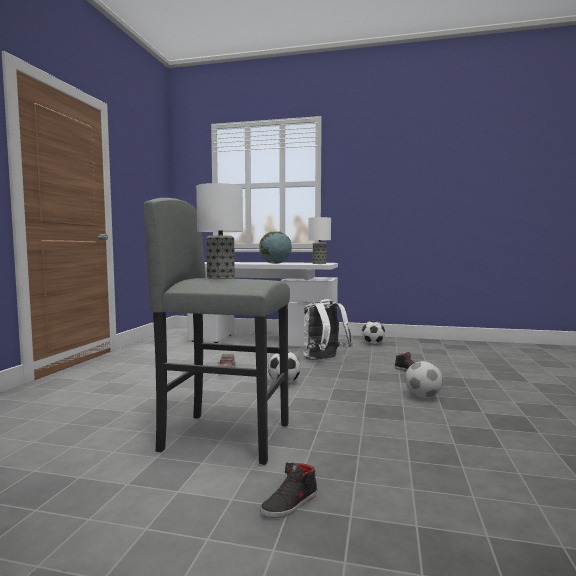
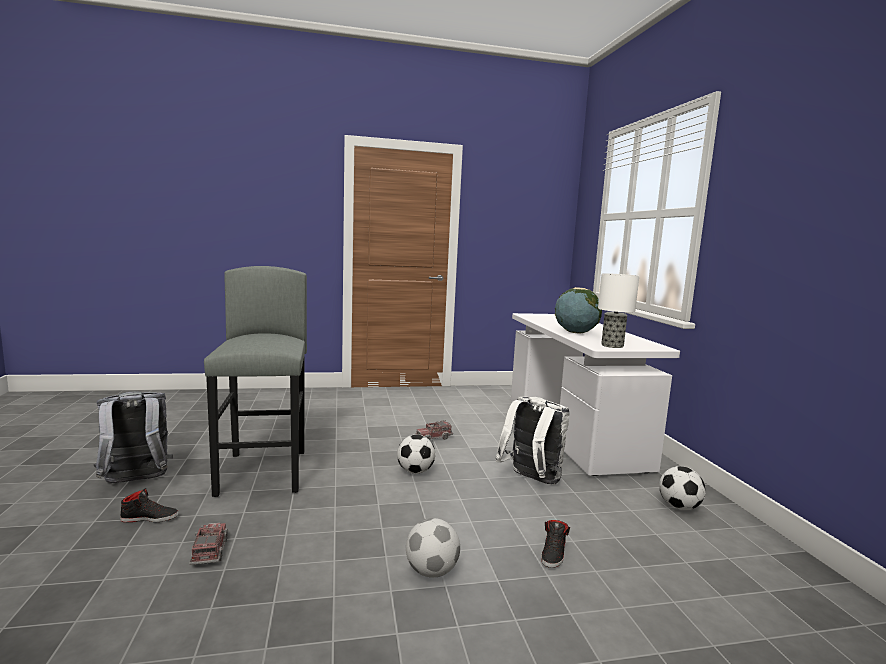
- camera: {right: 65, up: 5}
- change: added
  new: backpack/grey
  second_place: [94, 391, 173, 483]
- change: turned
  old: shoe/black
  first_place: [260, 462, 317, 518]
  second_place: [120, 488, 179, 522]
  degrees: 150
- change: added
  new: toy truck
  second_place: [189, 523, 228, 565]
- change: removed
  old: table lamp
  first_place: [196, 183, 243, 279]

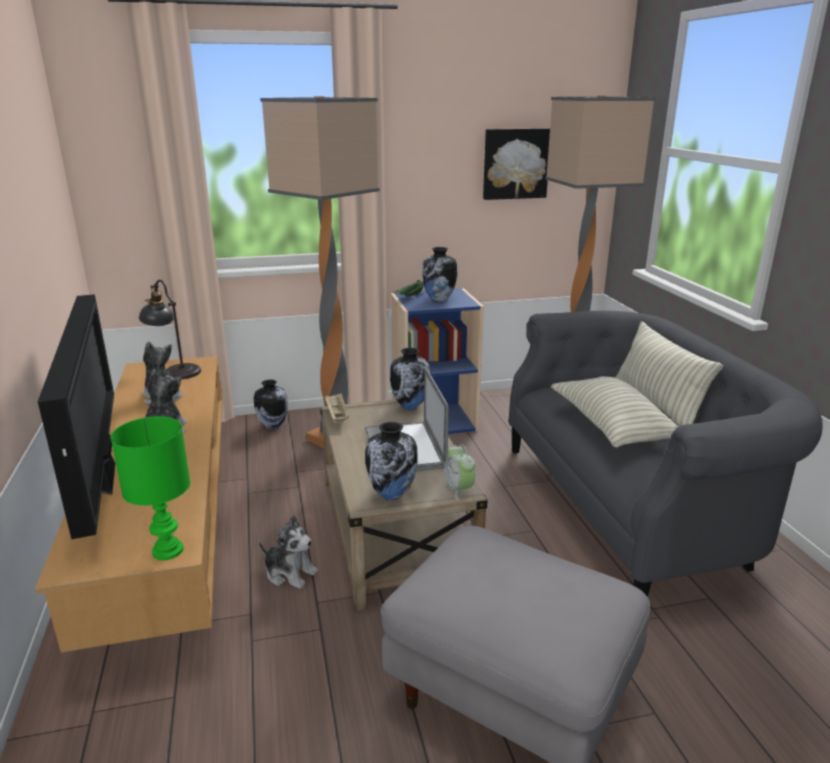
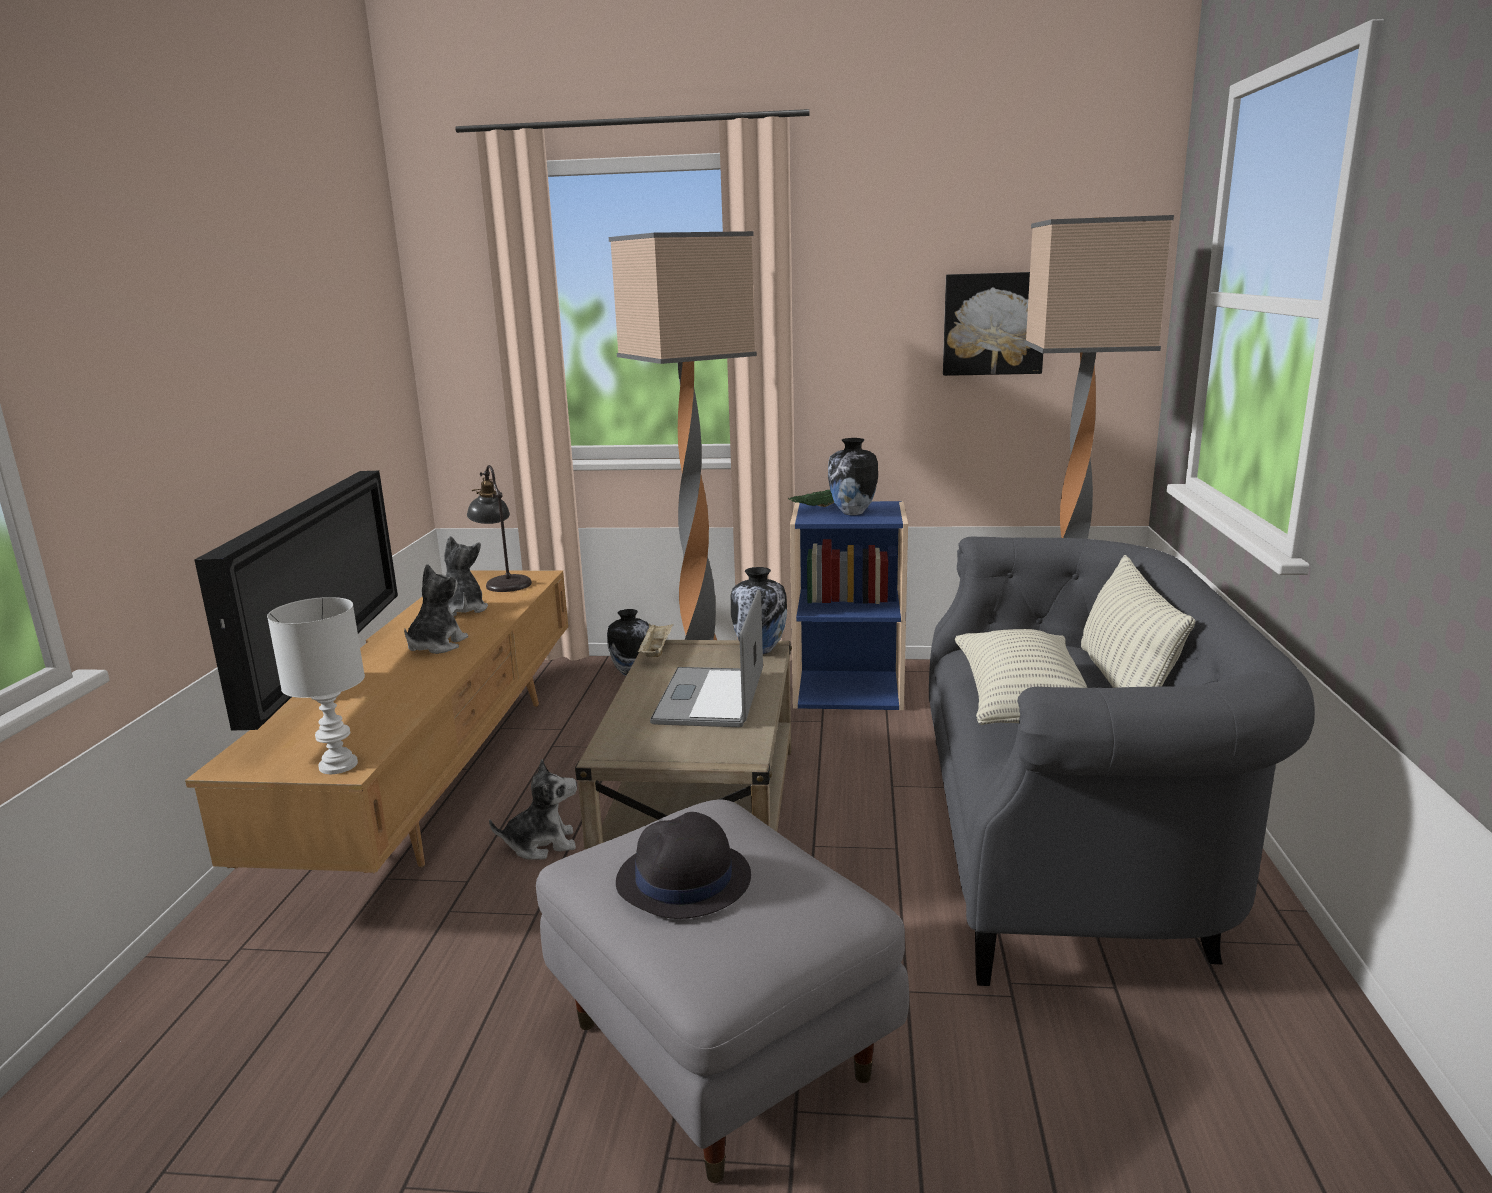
- camera: {right: 20, up: -5}
- change: recoloured
  old: table lamp/green
  new: table lamp/white
  first_place: [110, 416, 190, 560]
  second_place: [267, 597, 365, 774]
- change: turned
  old: plush toy
  first_place: [259, 515, 318, 589]
  second_place: [489, 759, 577, 860]
  degrees: -60
- change: added
  new: hat/black
  second_place: [616, 812, 751, 919]
- change: removed
  old: vase
  first_place: [365, 422, 418, 500]
- change: removed
  old: alarm clock
  first_place: [444, 444, 475, 501]

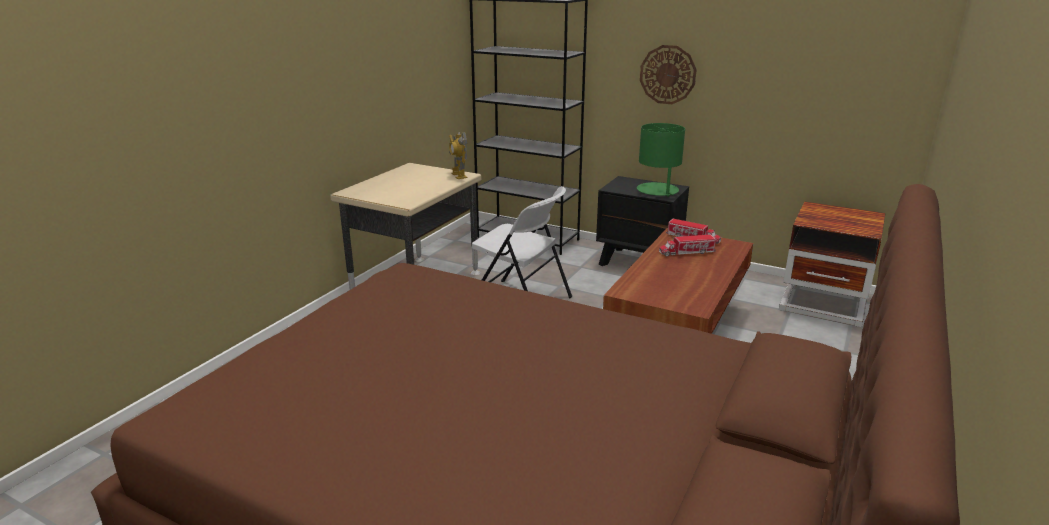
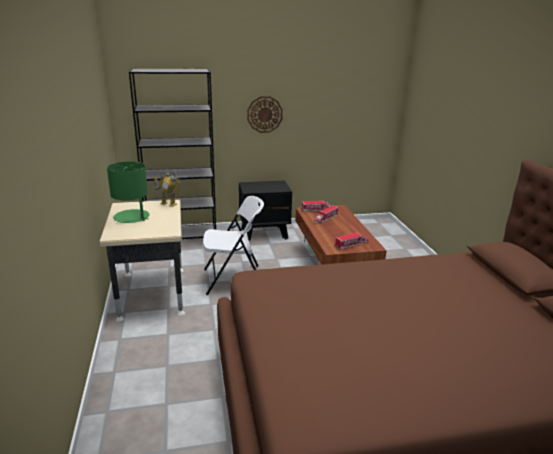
- camera: {right: -40, up: 0}
- change: moved
  old: table lamp/green
  first_place: [637, 123, 685, 197]
  second_place: [107, 161, 150, 223]
- change: added
  new: toy truck
  second_place: [335, 232, 368, 249]
- change: removed
  old: nightstand
  first_place: [779, 201, 885, 327]

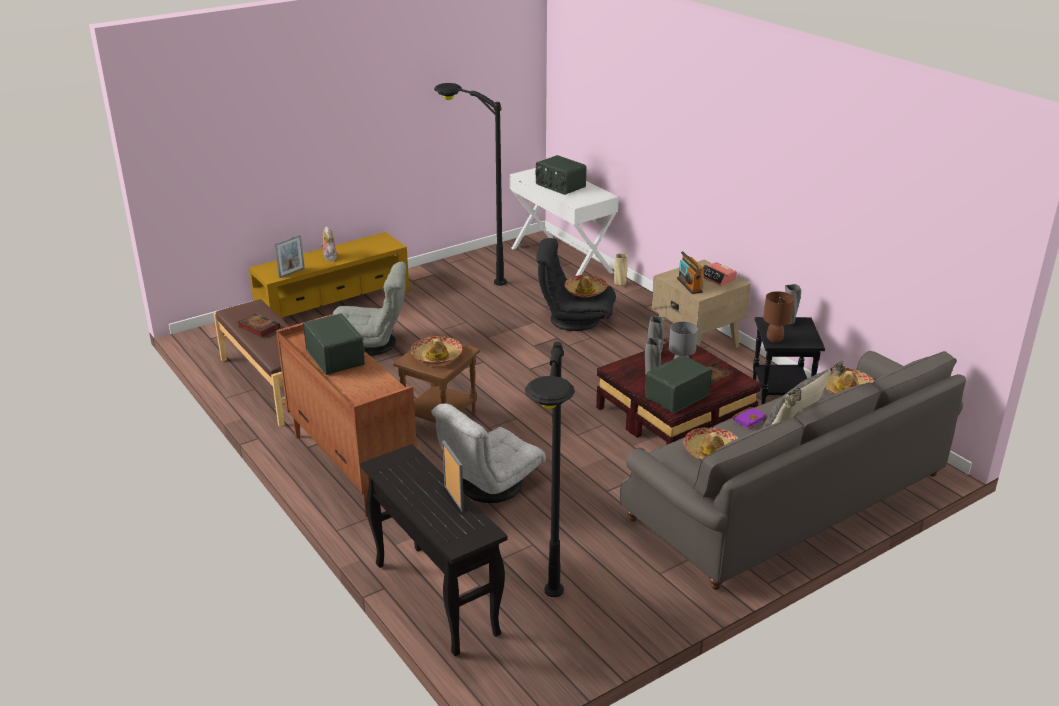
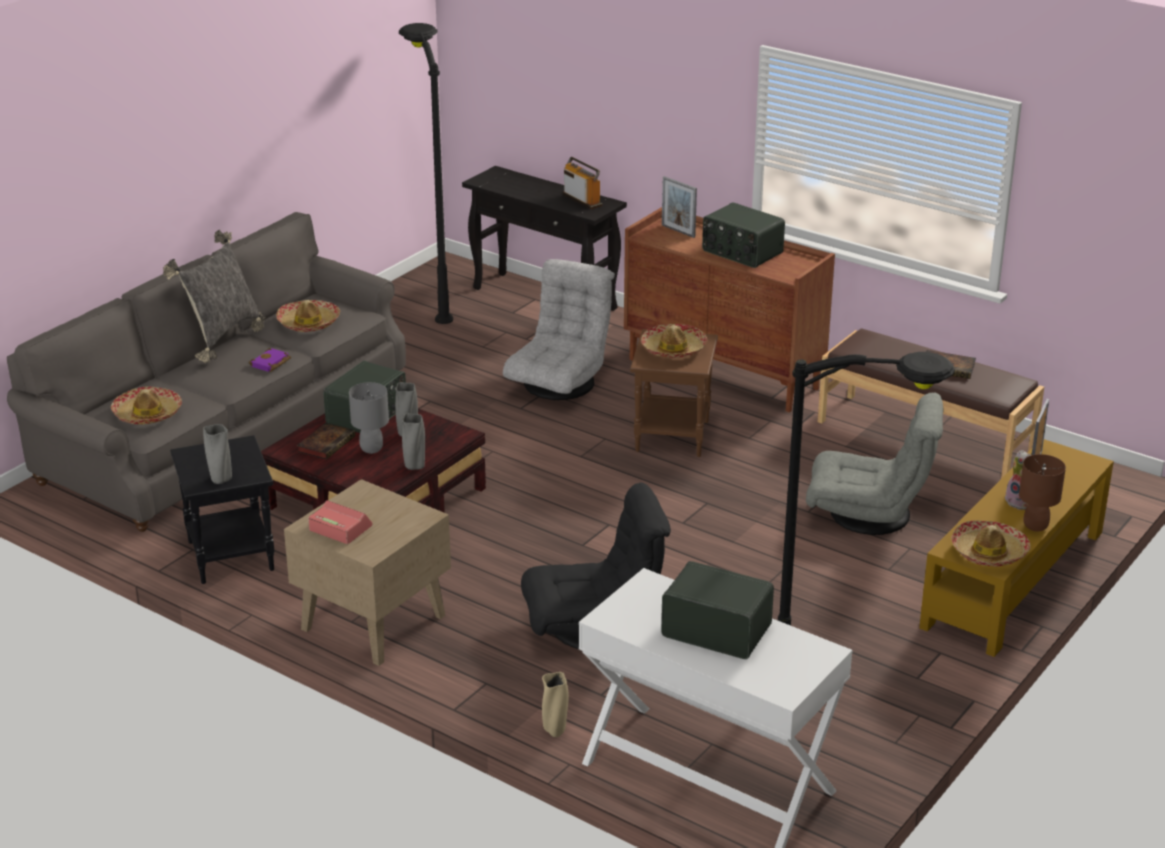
- camera: {right: 160, up: 0}
- change: moved
  old: radio
  first_place: [677, 251, 704, 294]
  second_place: [562, 157, 603, 209]
- change: moved
  old: picture frame
  first_place: [442, 440, 464, 512]
  second_place: [662, 176, 697, 238]
- change: turned
  old: armchair/grey
  first_place: [332, 262, 406, 356]
  second_place: [806, 392, 943, 535]
  degrees: -150
- change: moved
  old: hat
  first_place: [564, 275, 608, 297]
  second_place: [951, 520, 1030, 566]
- change: moved
  old: table lamp/brown
  first_place: [763, 291, 794, 343]
  second_place: [1019, 454, 1066, 532]

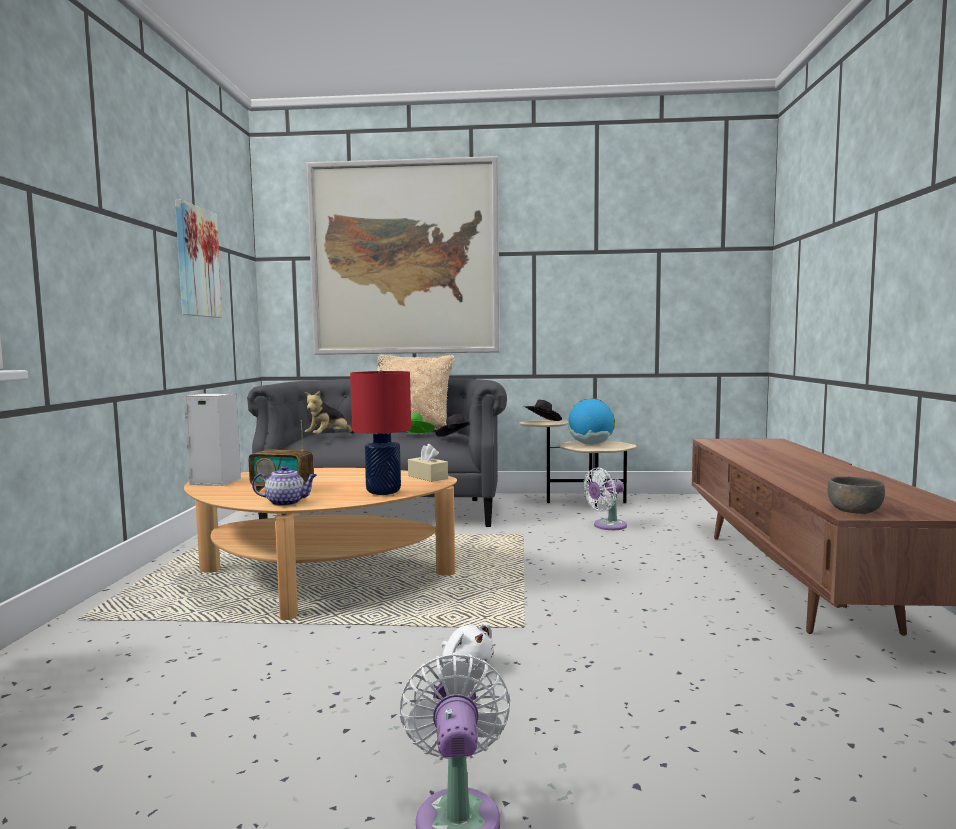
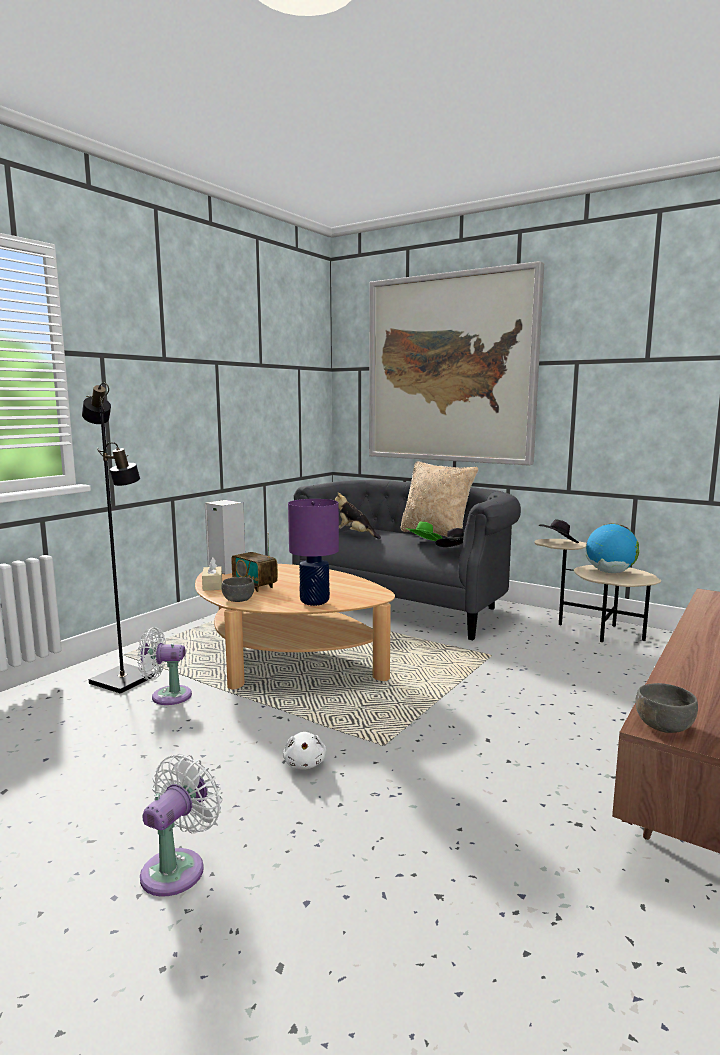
- camera: {right: 30, up: 5}
- change: added
  new: floor lamp/black
  second_place: [82, 383, 155, 694]
- change: moved
  old: fan/white
  first_place: [583, 468, 627, 530]
  second_place: [137, 627, 192, 705]
- change: moved
  old: tissue box/beige
  first_place: [408, 444, 448, 482]
  second_place: [202, 557, 222, 591]
- change: replaced
  old: teapot
  new: bowl/grey
  first_place: [252, 466, 317, 506]
  second_place: [221, 577, 255, 602]
- change: recoloured
  old: table lamp/red
  new: table lamp/purple
  first_place: [350, 370, 411, 495]
  second_place: [288, 499, 339, 606]
- change: turned
  old: plush toy
  first_place: [304, 391, 354, 435]
  second_place: [335, 492, 381, 539]
  degrees: 60
- change: removed
  old: picture
  first_place: [175, 199, 223, 318]

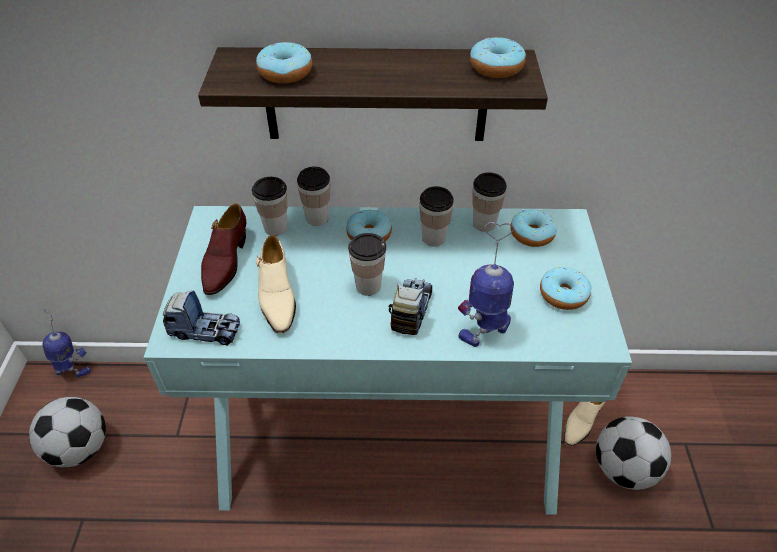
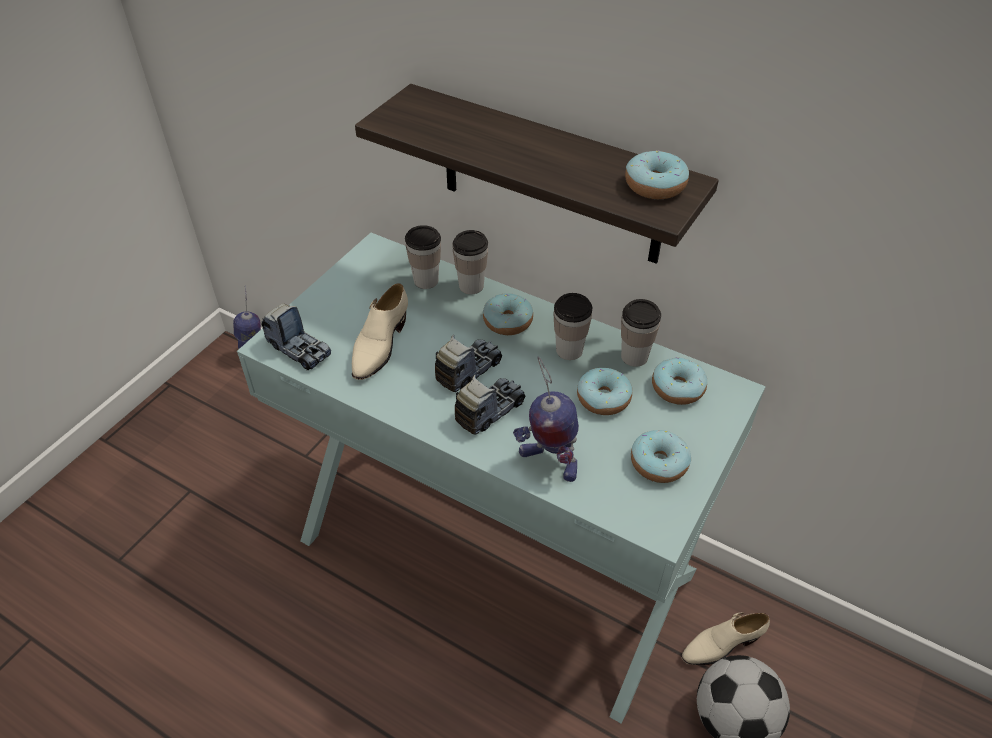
- camera: {right: 30, up: 0}
- change: replaced
  old: cup
  new: toy truck
  first_place: [348, 233, 386, 296]
  second_place: [435, 334, 502, 392]
- change: turned
  old: toy robot
  first_place: [458, 222, 514, 347]
  second_place: [513, 356, 579, 482]
  degrees: -150
- change: moved
  old: donut
  first_place: [256, 42, 312, 83]
  second_place: [577, 368, 632, 415]
- change: removed
  old: football
  first_place: [29, 397, 106, 467]
- change: removed
  old: shoe/brown
  first_place: [201, 204, 246, 295]

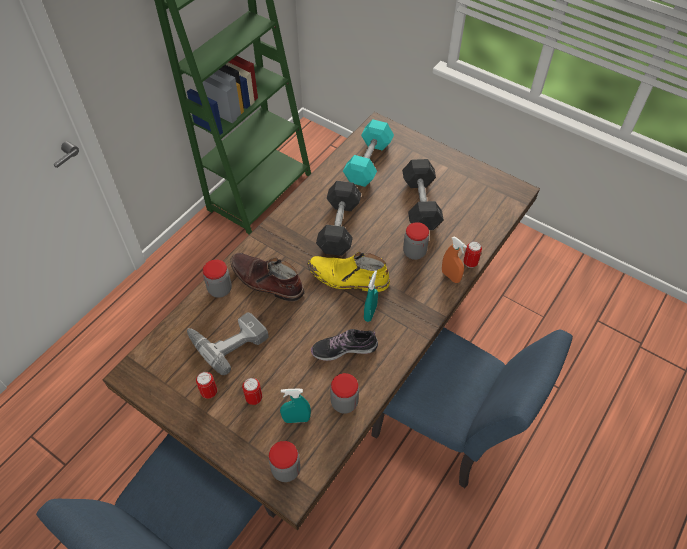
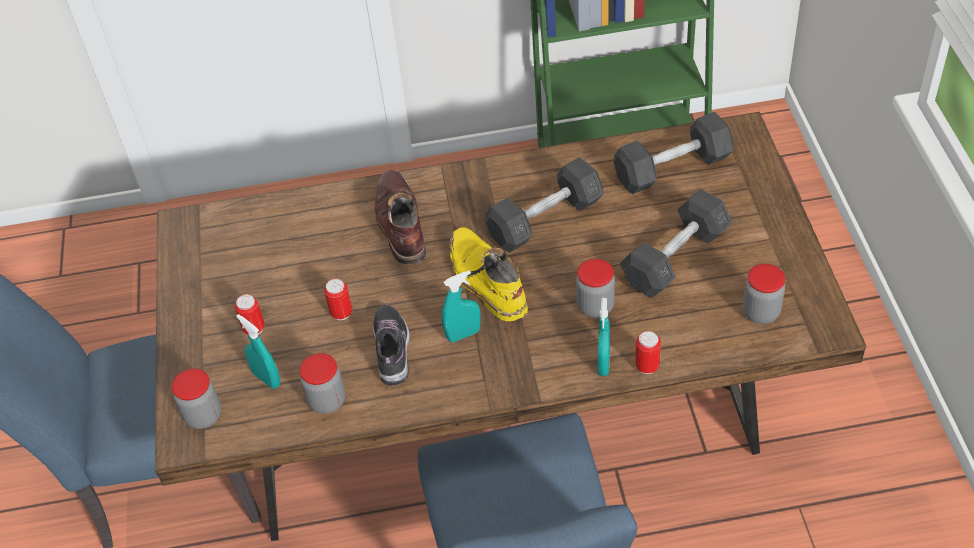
- camera: {right: 50, up: -5}
- change: moved
  old: can
  first_place: [196, 372, 217, 399]
  second_place: [324, 279, 352, 320]
- change: turned
  old: shoe
  first_place: [311, 329, 378, 361]
  second_place: [373, 304, 410, 386]
  degrees: 45
- change: recoloured
  old: spray bottle/orange
  new: spray bottle/turquoise
  first_place: [442, 236, 467, 283]
  second_place: [598, 298, 610, 376]
- change: recoloured
  old: dumbbell/turquoise
  new: dumbbell/grey
  first_place: [343, 119, 394, 187]
  second_place: [614, 112, 733, 194]
- change: moved
  old: jar
  first_place: [203, 260, 232, 298]
  second_place: [743, 264, 785, 324]
- change: removed
  old: power drill
  first_place: [187, 313, 269, 375]

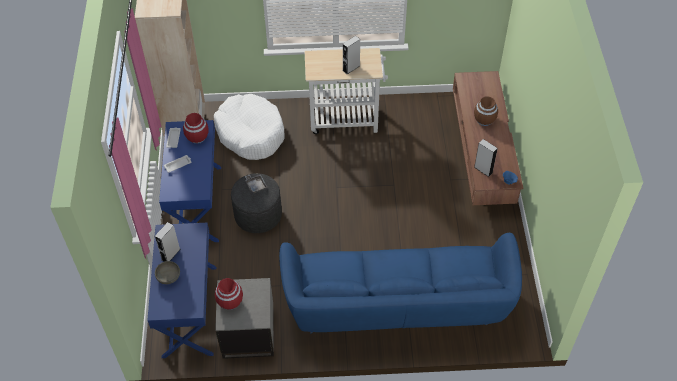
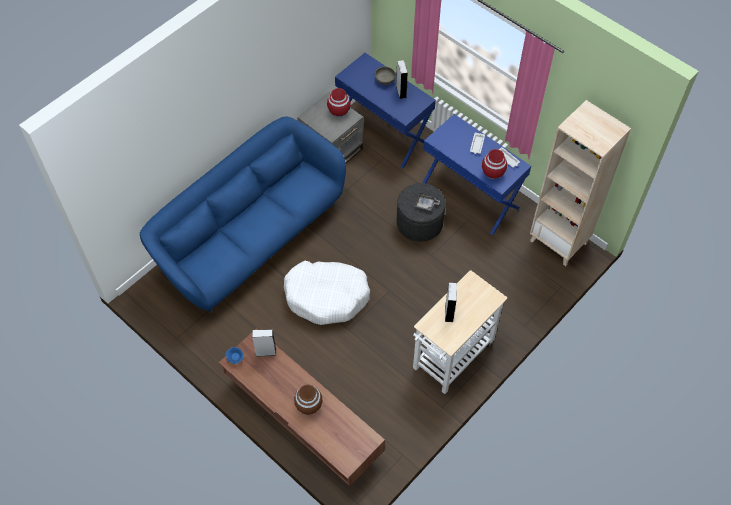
- camera: {right: 135, up: 5}
- change: moved
  old: dog bed/white
  first_place: [214, 94, 285, 160]
  second_place: [284, 261, 370, 325]

